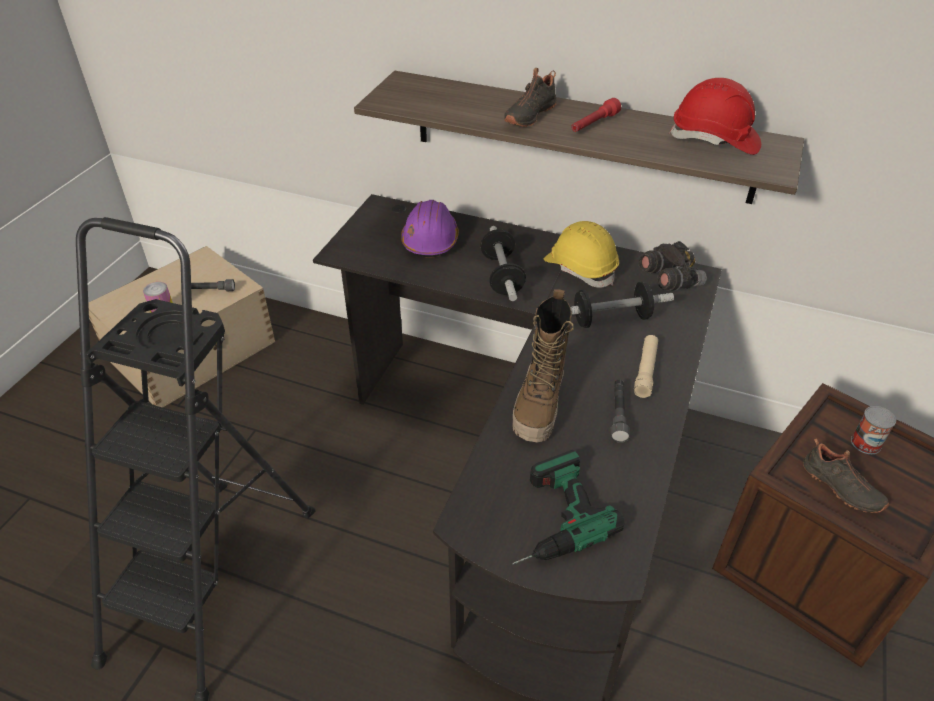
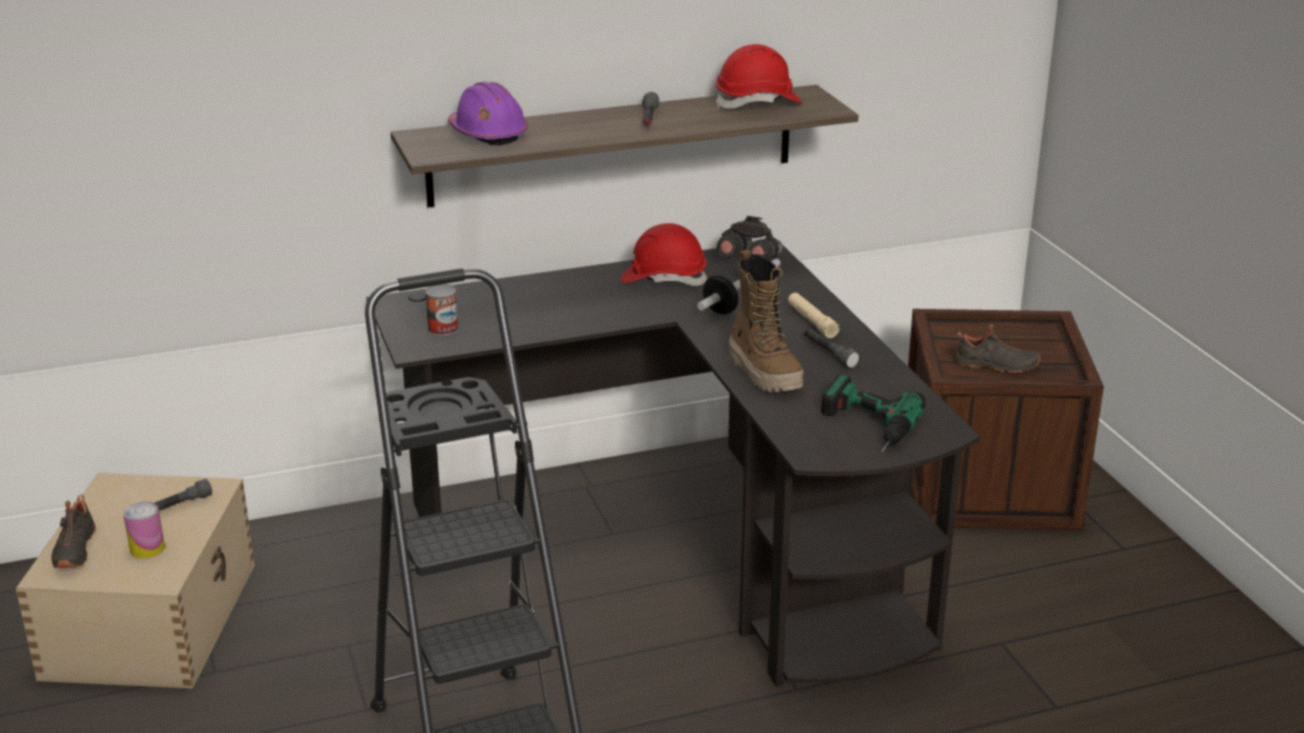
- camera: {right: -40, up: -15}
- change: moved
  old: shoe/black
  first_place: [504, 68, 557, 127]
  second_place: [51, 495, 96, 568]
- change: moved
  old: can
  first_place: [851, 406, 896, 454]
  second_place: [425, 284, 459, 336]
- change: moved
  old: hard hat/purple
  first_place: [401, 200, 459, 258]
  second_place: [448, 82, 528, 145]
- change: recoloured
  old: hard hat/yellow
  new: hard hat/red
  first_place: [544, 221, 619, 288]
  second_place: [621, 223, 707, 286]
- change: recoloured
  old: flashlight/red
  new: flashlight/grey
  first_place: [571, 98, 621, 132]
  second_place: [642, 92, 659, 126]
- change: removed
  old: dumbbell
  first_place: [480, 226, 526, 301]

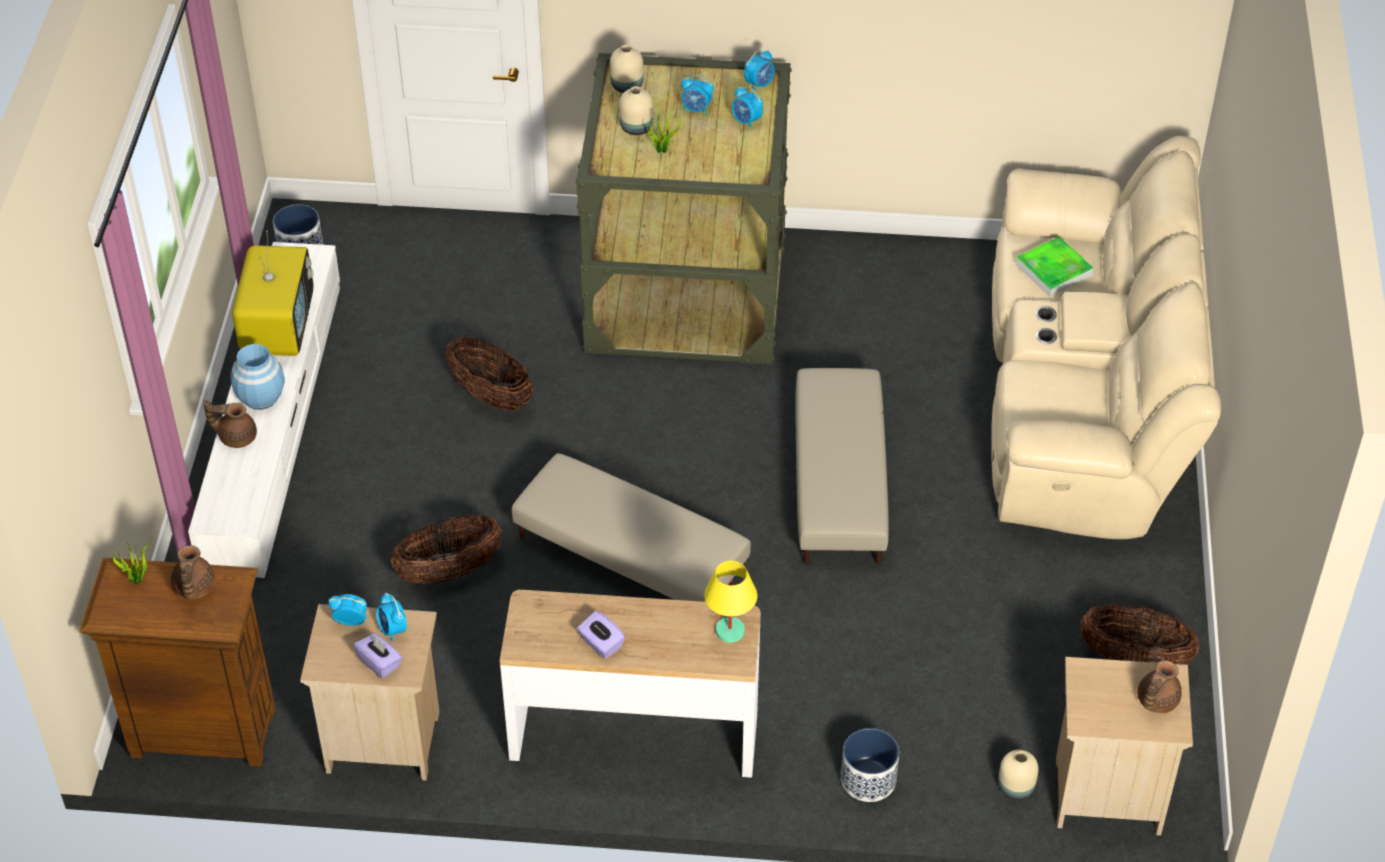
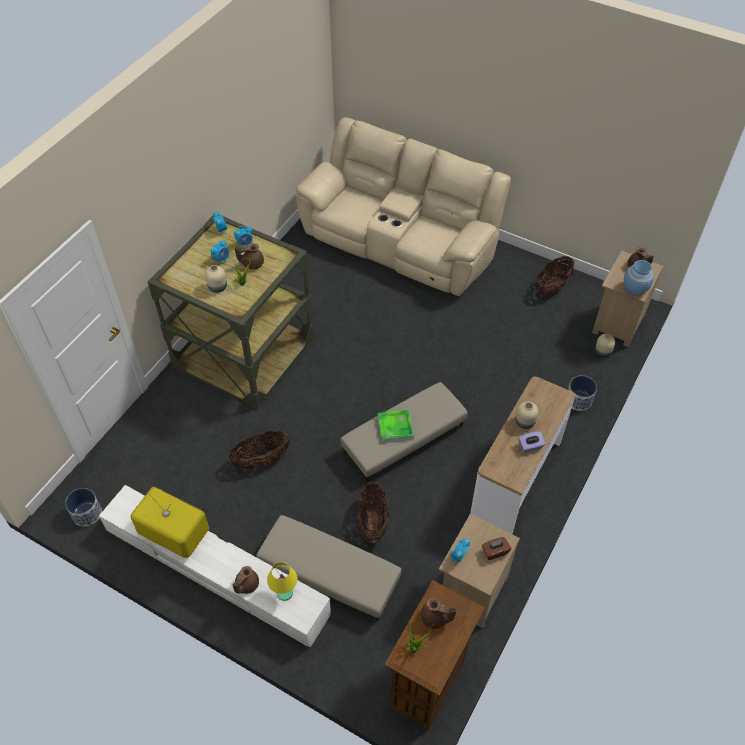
- camera: {right: -65, up: 5}
- change: added
  new: teapot/brown
  second_place: [235, 243, 264, 269]
- change: moved
  old: ottoman/beige
  first_place: [795, 368, 889, 565]
  second_place: [256, 515, 402, 621]
- change: moved
  old: table lamp/yellow
  first_place: [704, 561, 757, 643]
  second_place: [267, 562, 298, 601]
- change: moved
  old: tray
  first_place: [1015, 237, 1094, 297]
  second_place: [378, 409, 414, 443]
- change: recoloured
  old: tissue box/purple
  new: tissue box/brown
  first_place: [354, 633, 402, 679]
  second_place: [482, 537, 511, 560]
- change: moved
  old: vase/beige
  first_place: [610, 45, 644, 93]
  second_place: [515, 401, 538, 429]
- change: moved
  old: vase/blue
  first_place: [230, 344, 285, 410]
  second_place: [624, 260, 654, 296]
- change: removed
  old: alarm clock
  first_place: [376, 593, 407, 642]

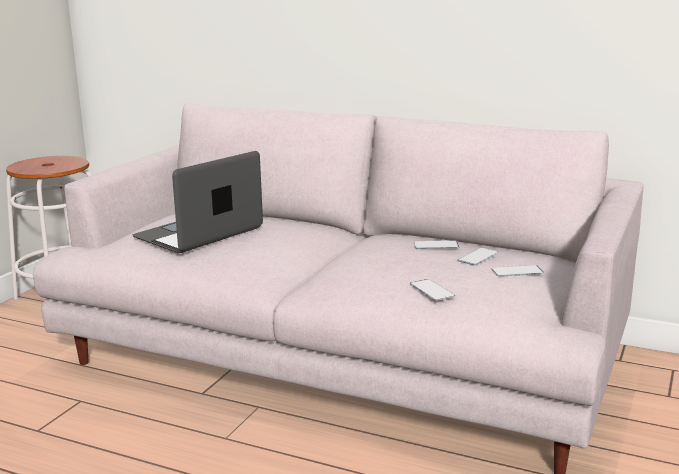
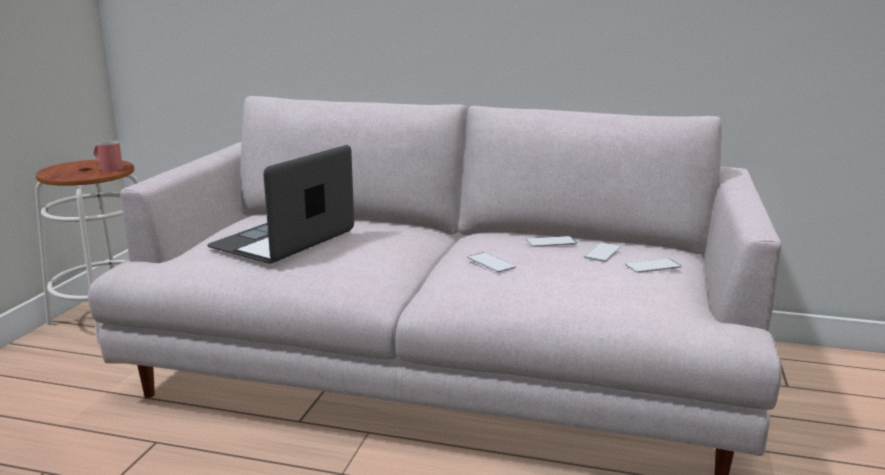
- camera: {right: -10, up: 0}
- change: added
  new: mug/red
  second_place: [94, 141, 123, 172]
- change: moved
  old: phone
  first_place: [410, 279, 455, 301]
  second_place: [467, 252, 516, 272]

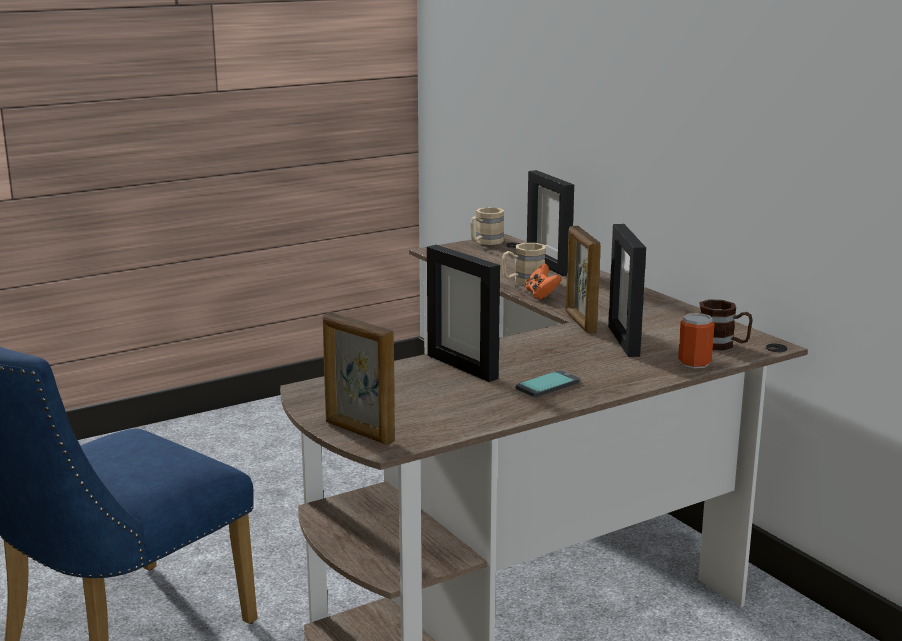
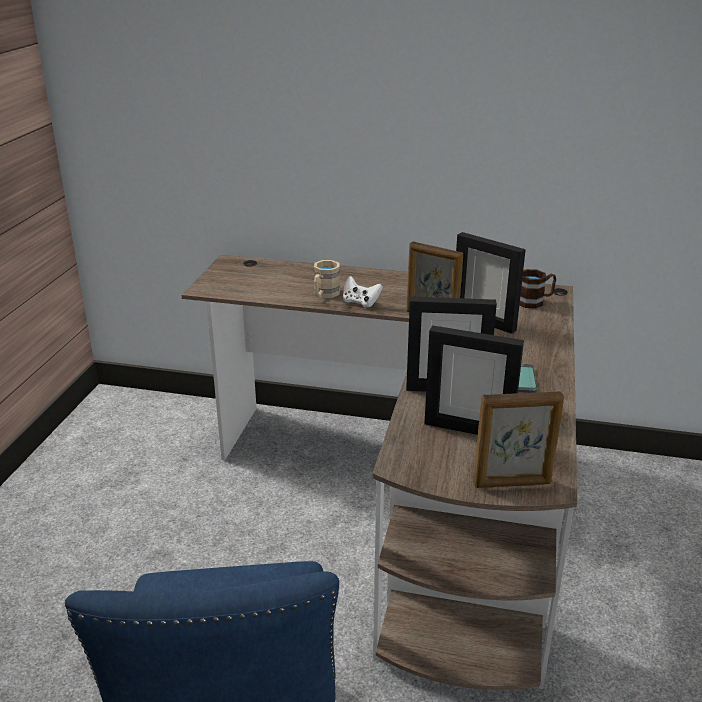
- camera: {right: -45, up: 10}
- change: recoloured
  old: game controller/orange
  new: game controller/white
  first_place: [525, 263, 562, 299]
  second_place: [343, 276, 383, 308]
- change: moved
  old: picture frame
  first_place: [527, 170, 574, 276]
  second_place: [424, 325, 524, 435]
- change: removed
  old: mug/beige
  first_place: [470, 207, 504, 245]
- change: removed
  old: can
  first_place: [678, 313, 715, 368]

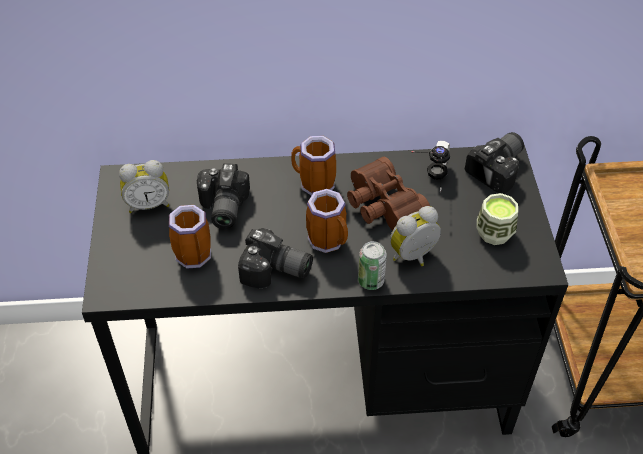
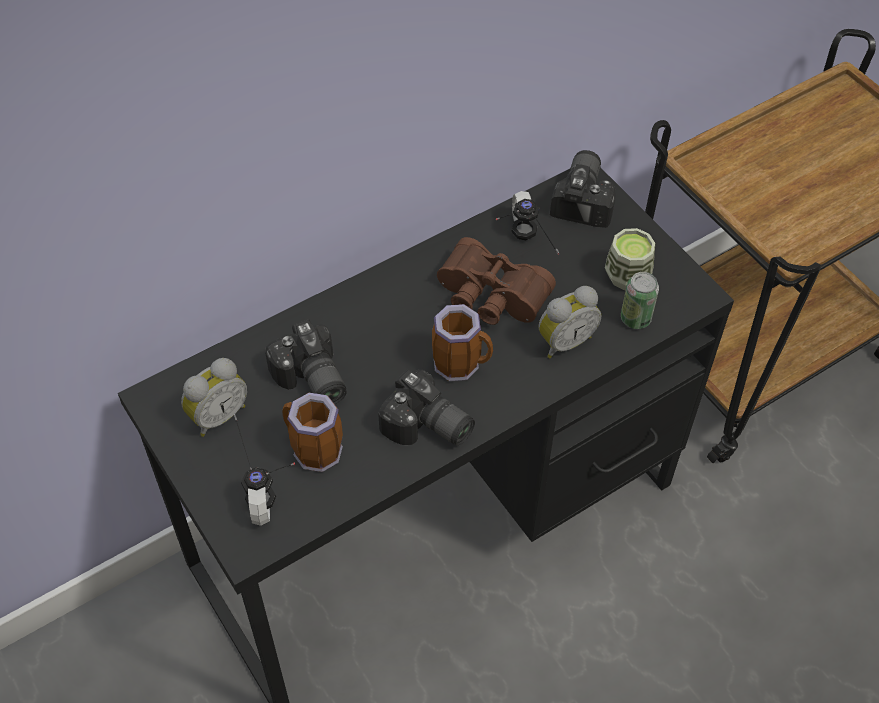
- camera: {right: -30, up: 5}
- change: added
  new: headphones
  second_place: [234, 414, 295, 526]
- change: turned
  old: photo camera
  first_place: [238, 228, 313, 288]
  second_place: [378, 369, 475, 446]
  degrees: 45
- change: turned
  old: alarm clock
  first_place: [390, 206, 441, 266]
  second_place: [539, 286, 601, 358]
  degrees: -150
- change: moved
  old: can
  first_place: [358, 241, 387, 290]
  second_place: [621, 272, 659, 329]
- change: removed
  old: mug
  first_place: [291, 136, 336, 196]

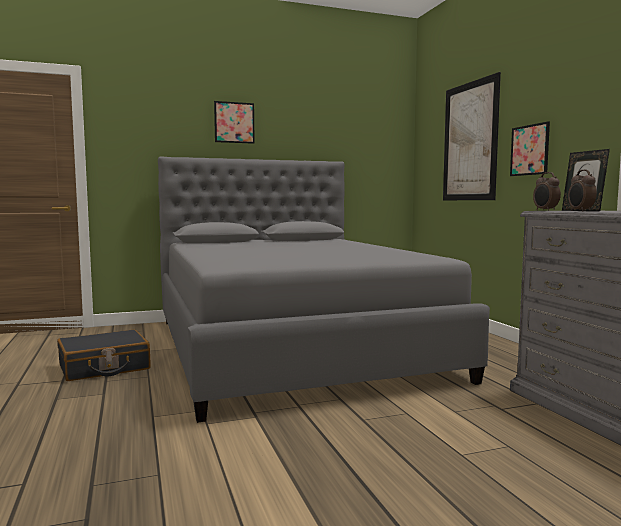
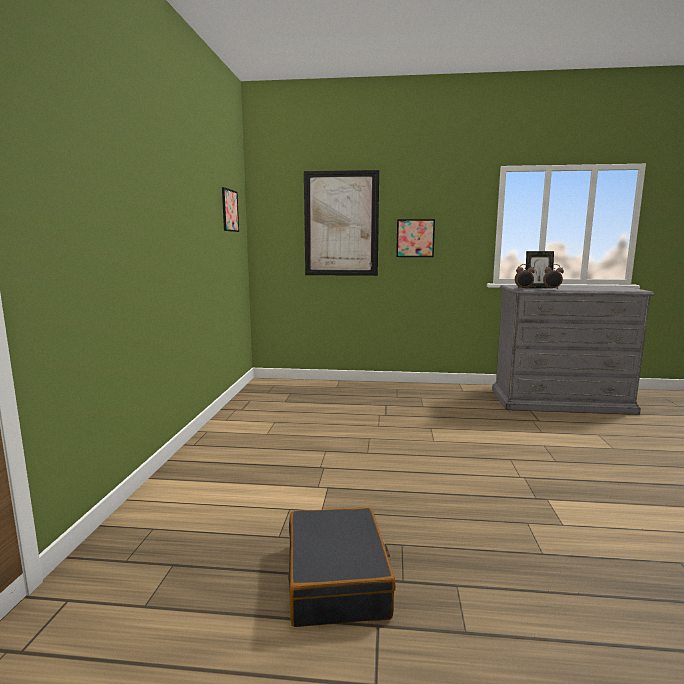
- camera: {right: -65, up: 5}
- change: moved
  old: picture
  first_place: [214, 101, 255, 144]
  second_place: [222, 187, 239, 232]
- change: removed
  old: bed/grey
  first_place: [158, 157, 490, 423]

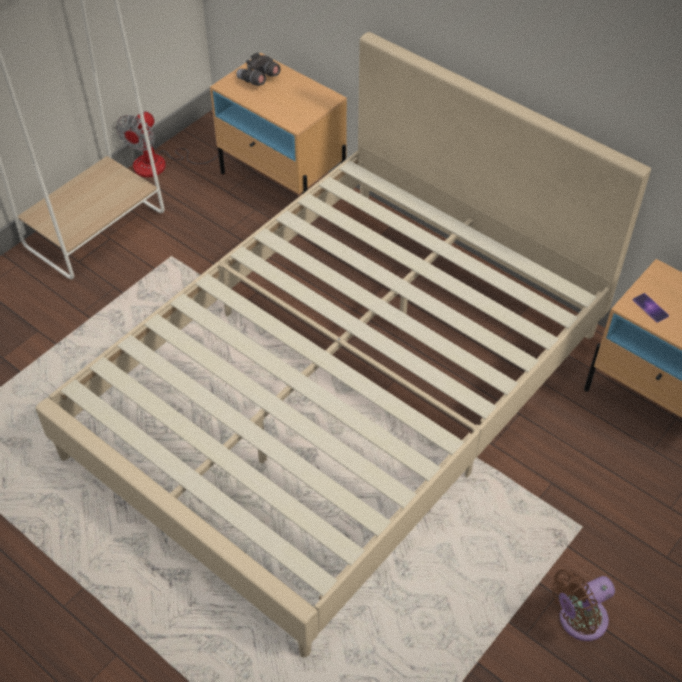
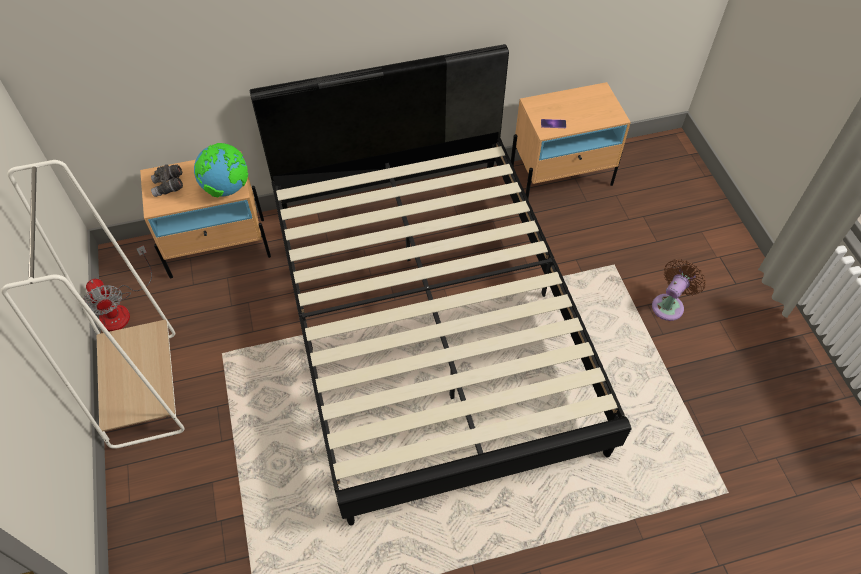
- camera: {right: -55, up: 5}
- change: added
  new: globe
  second_place: [194, 143, 248, 197]
- change: recoloured
  old: bed/beige
  new: bed/black
  first_place: [36, 32, 651, 658]
  second_place: [250, 44, 631, 526]
- change: turned
  old: fan/brown
  first_place: [552, 569, 615, 641]
  second_place: [652, 259, 706, 321]
  degrees: -150

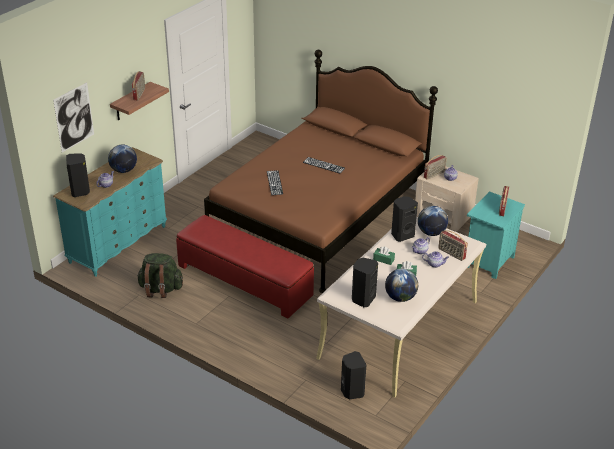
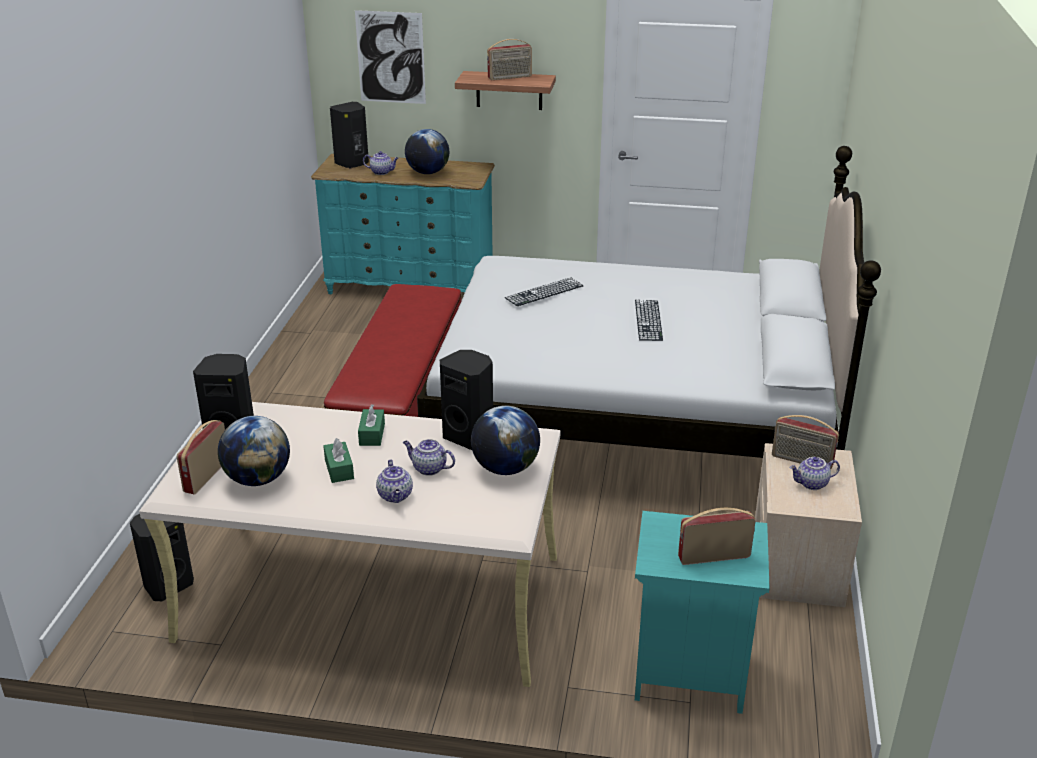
- camera: {right: 65, up: -5}
- change: moved
  old: radio
  first_place: [438, 230, 468, 261]
  second_place: [177, 420, 225, 495]
- change: recoloured
  old: bed/brown
  new: bed/white
  first_place: [204, 50, 438, 293]
  second_place: [417, 146, 881, 458]
- change: removed
  old: backpack/green
  first_place: [137, 253, 183, 298]

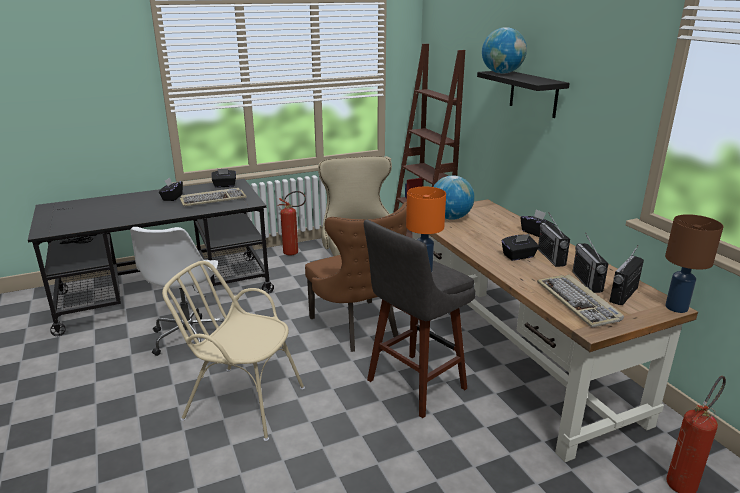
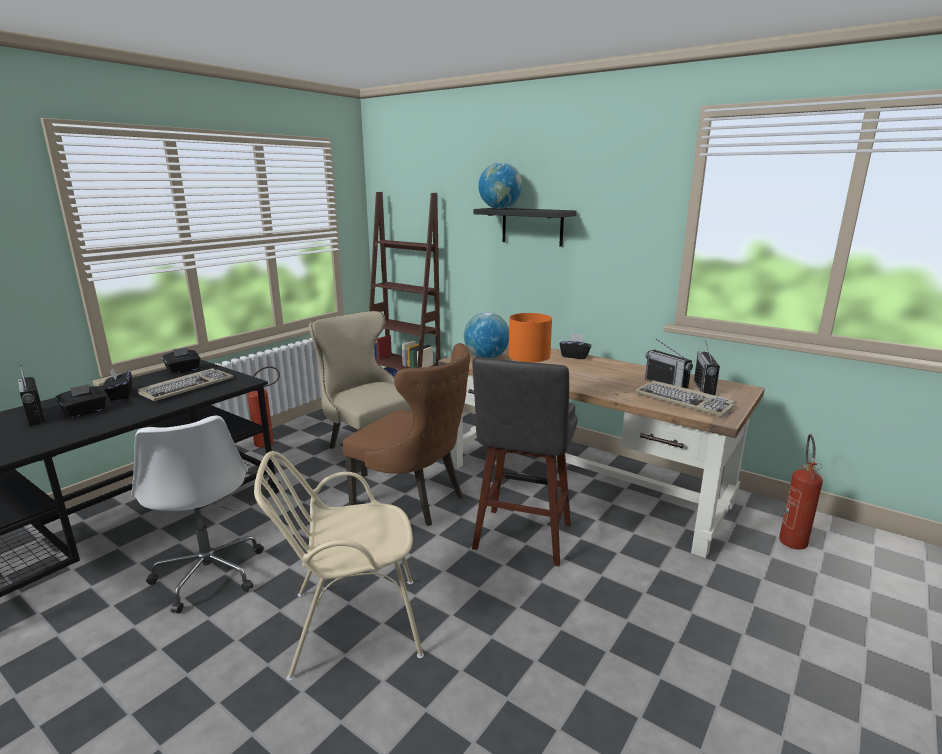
- camera: {right: -30, up: -5}
- change: moved
  old: radio
  first_place: [538, 212, 570, 267]
  second_place: [18, 365, 46, 427]
- change: moved
  old: tissue box/black
  first_place: [502, 234, 539, 261]
  second_place: [55, 384, 107, 418]
- change: removed
  old: table lamp/brown
  first_place: [665, 214, 723, 313]

